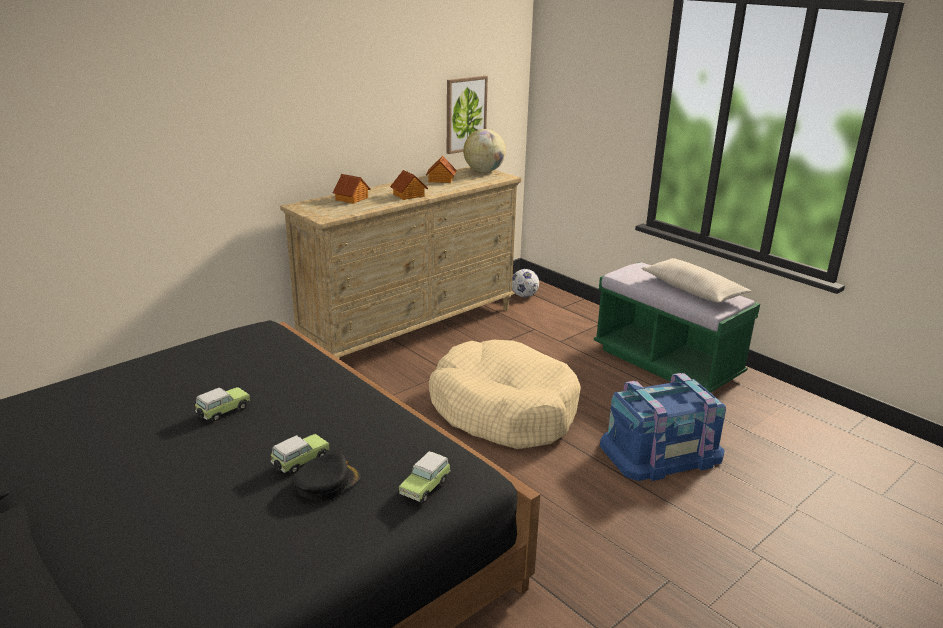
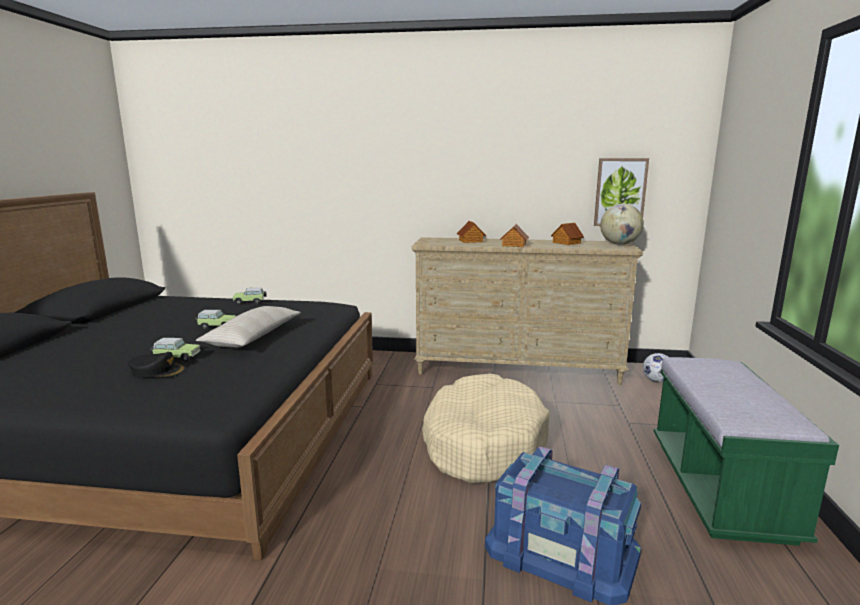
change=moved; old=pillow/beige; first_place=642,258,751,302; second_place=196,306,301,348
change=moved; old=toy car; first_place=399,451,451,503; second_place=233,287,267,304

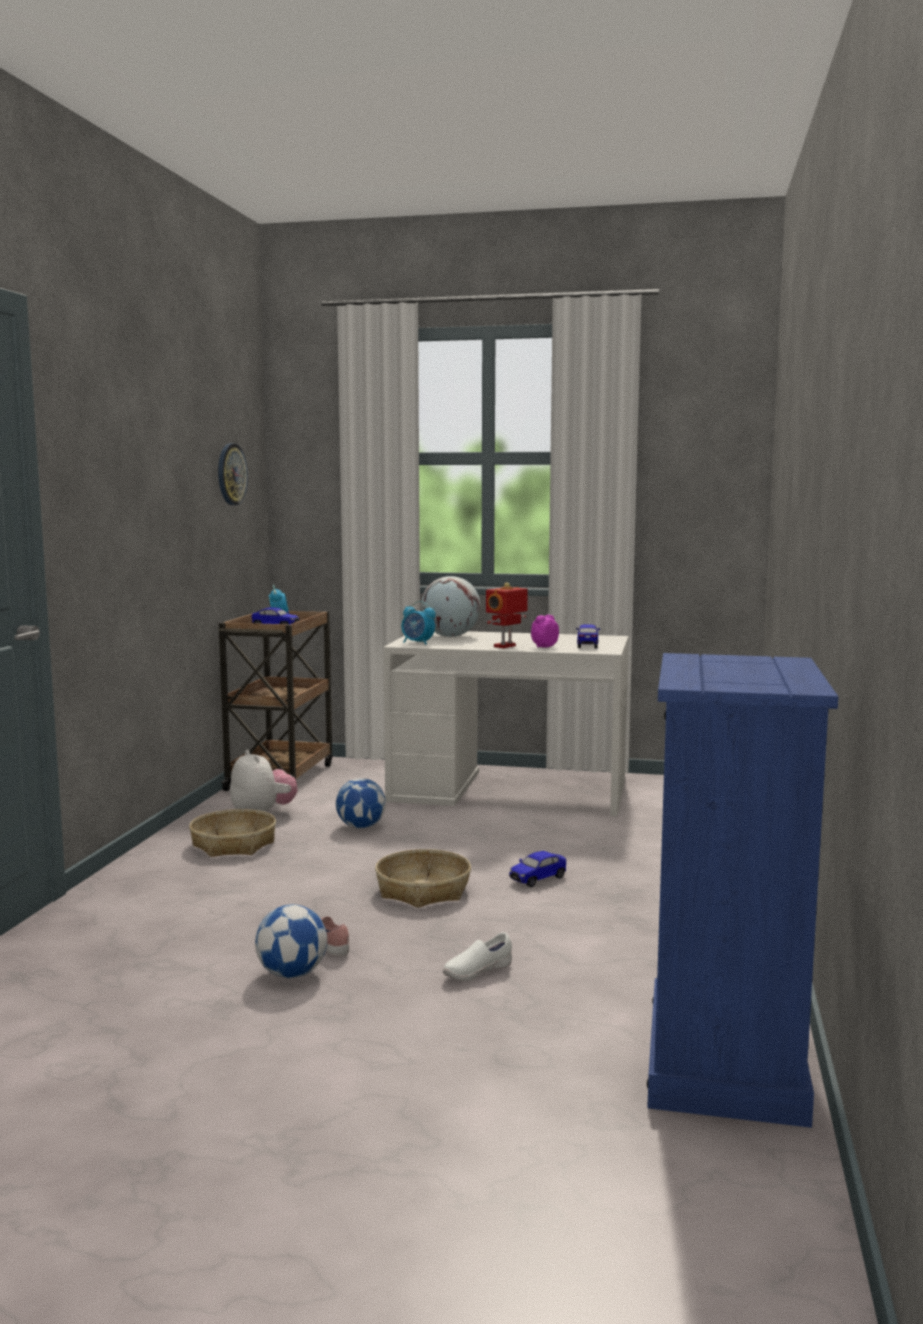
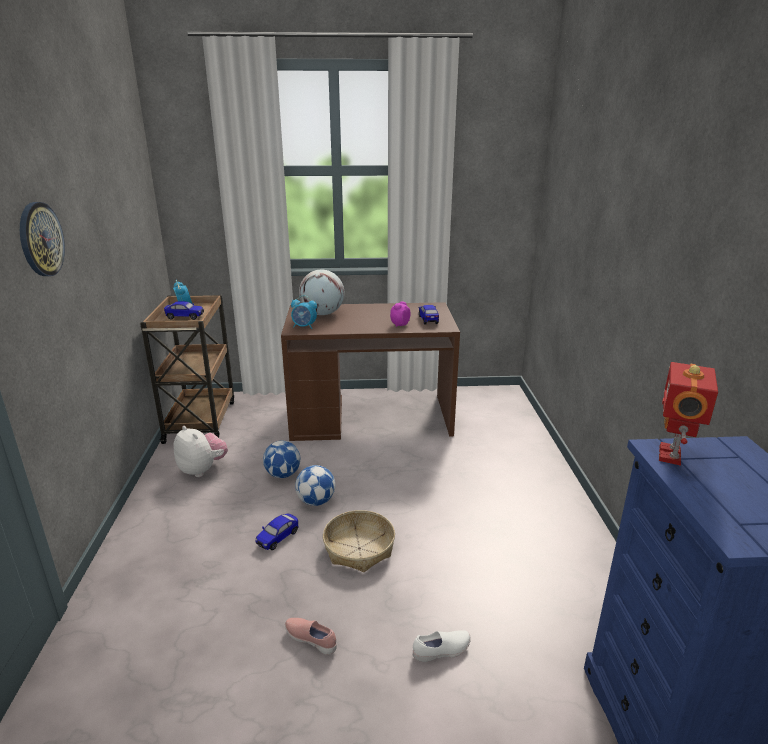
change=moved; old=wall clock; first_place=218,443,248,505; second_place=20,202,65,276
change=moved; old=toy car; first_place=509,851,566,887; second_place=255,514,298,550
change=recoloured; old=desk/white; new=desk/brown; first_place=383,631,629,816; second_place=281,302,460,441
change=moved; old=football; first_place=255,904,327,978; second_place=295,465,335,506
change=turned; old=shoe/white; first_place=443,932,512,981; second_place=413,630,471,662; degrees=-150
change=moved; old=toy robot; first_place=486,582,528,648; second_place=659,362,718,466
change=removed; old=basket; first_place=189,809,276,857

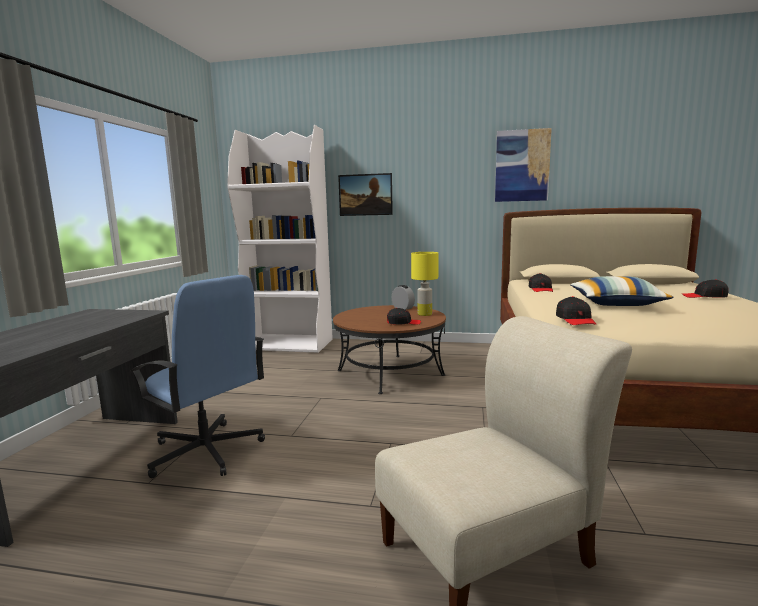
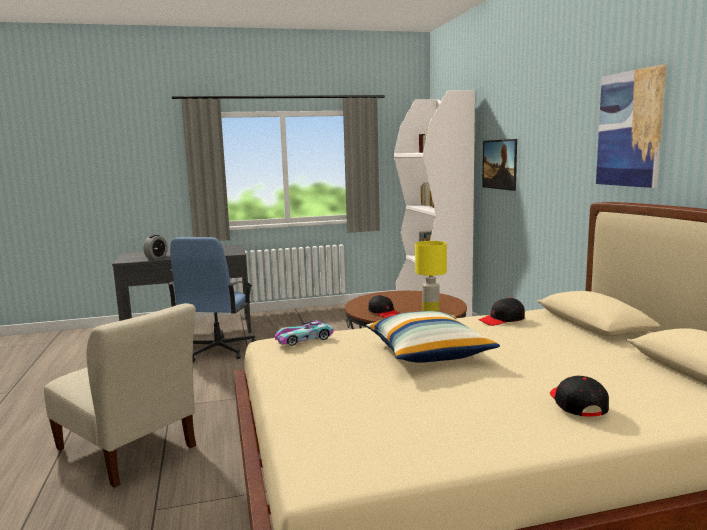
change=moved; old=alarm clock; first_place=392,285,415,310; second_place=143,235,167,259
change=replaced; old=cap/black; new=toy car; first_place=556,296,596,325; second_place=275,320,333,346

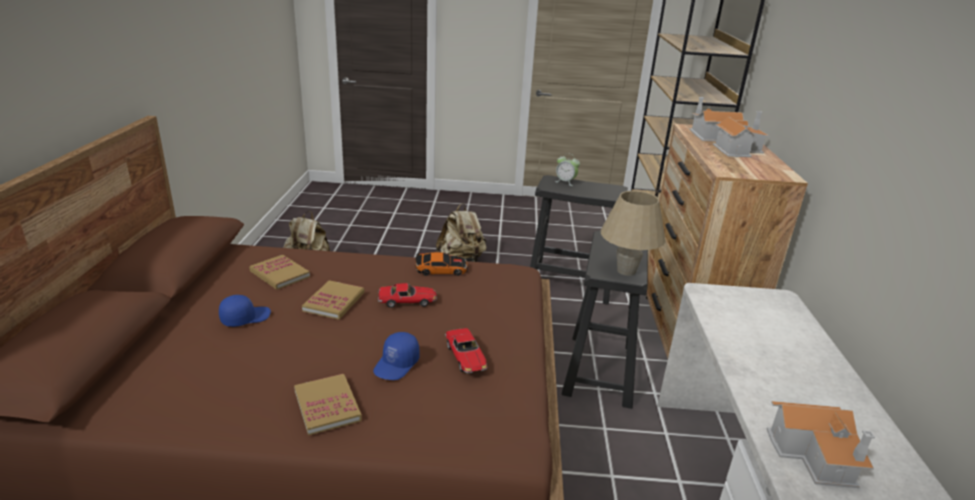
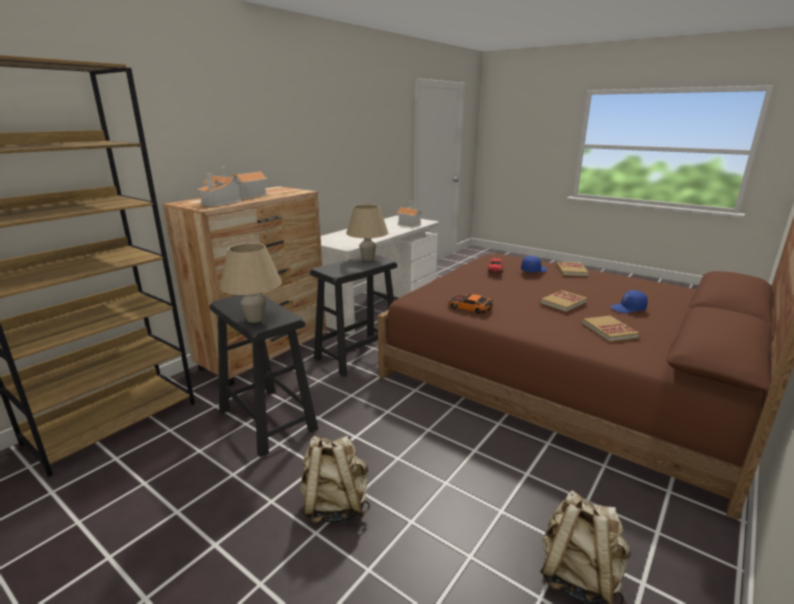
change=replaced; old=alarm clock; new=table lamp/beige; first_place=555,154,580,186; second_place=220,243,282,323
change=removed; old=toy car; first_place=378,283,437,308

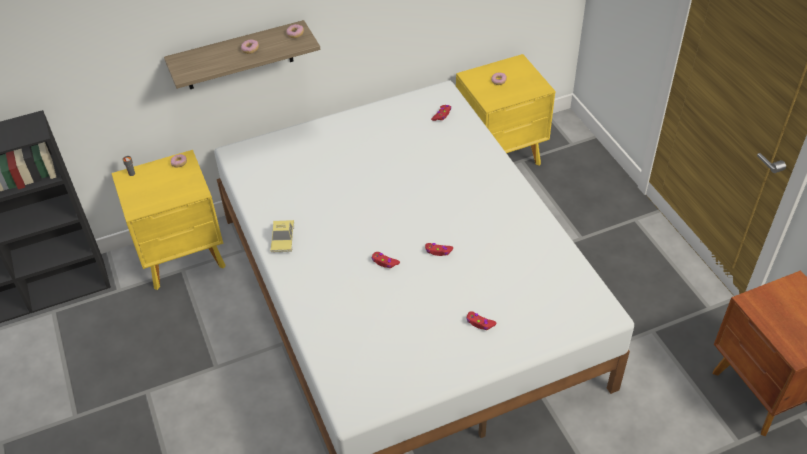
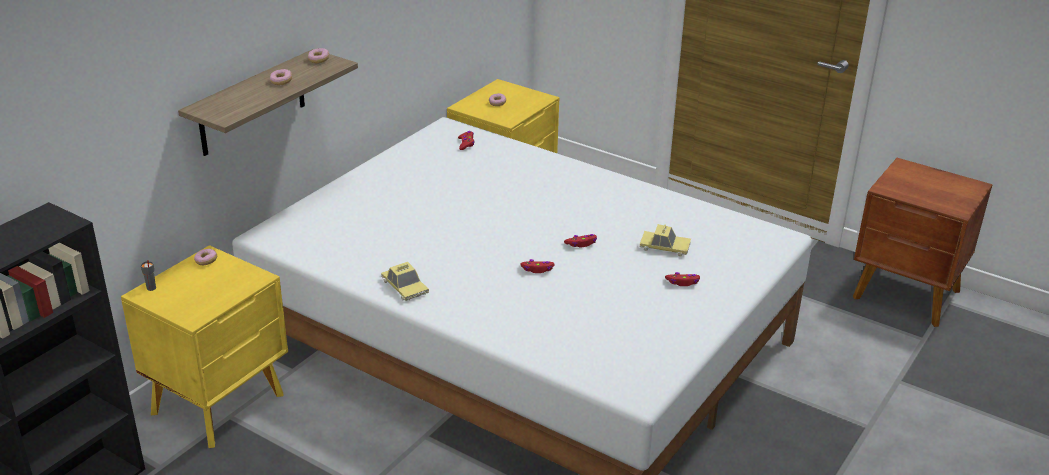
change=added; new=toy car; second_place=639,224,691,257

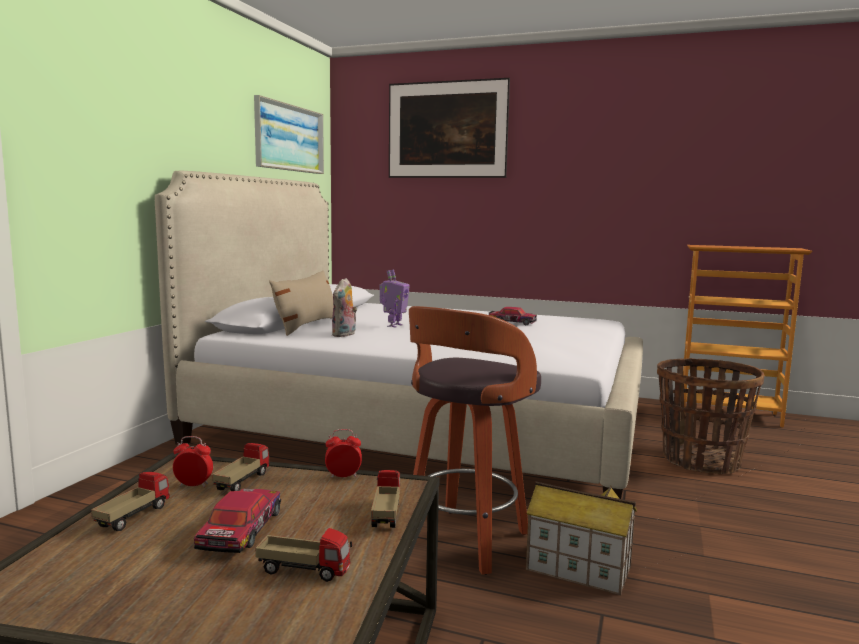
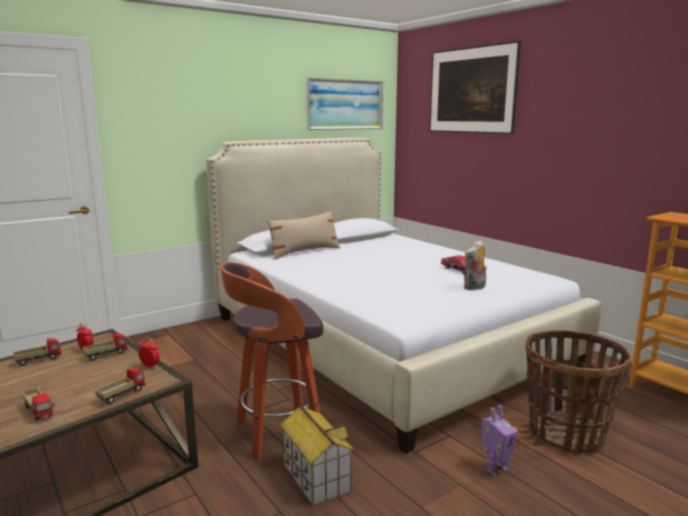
change=moved; old=plush toy; first_place=331,278,357,337; second_place=464,240,486,290
change=moved; old=toy robot; first_place=380,270,410,328; second_place=481,405,518,476
change=removed; old=toy car; first_place=194,489,281,553

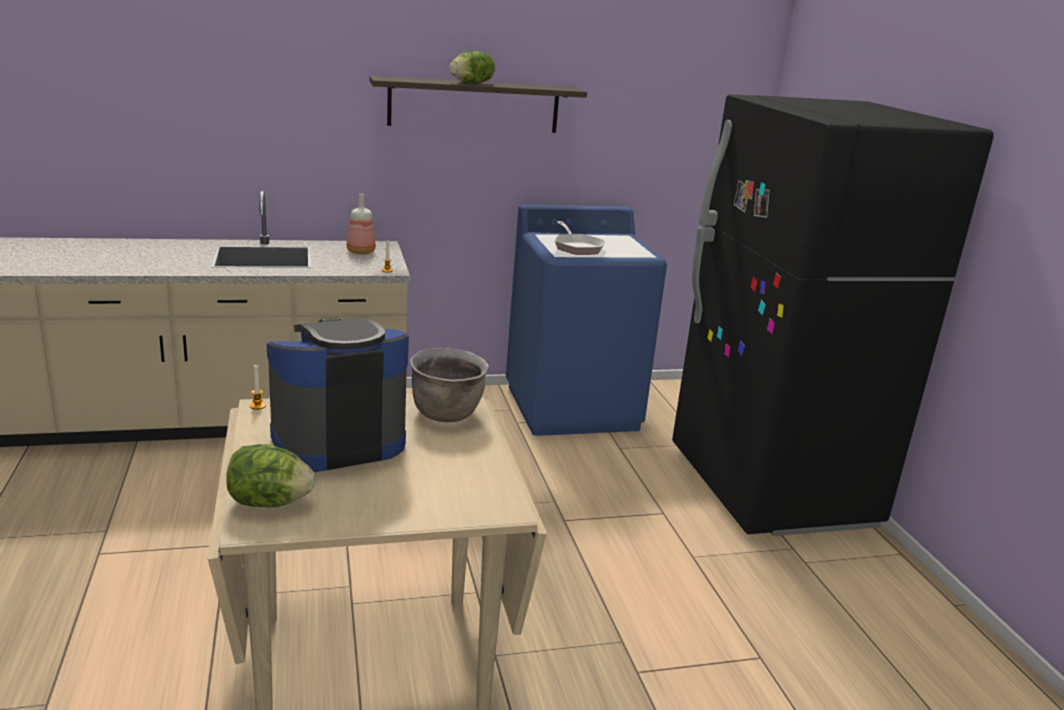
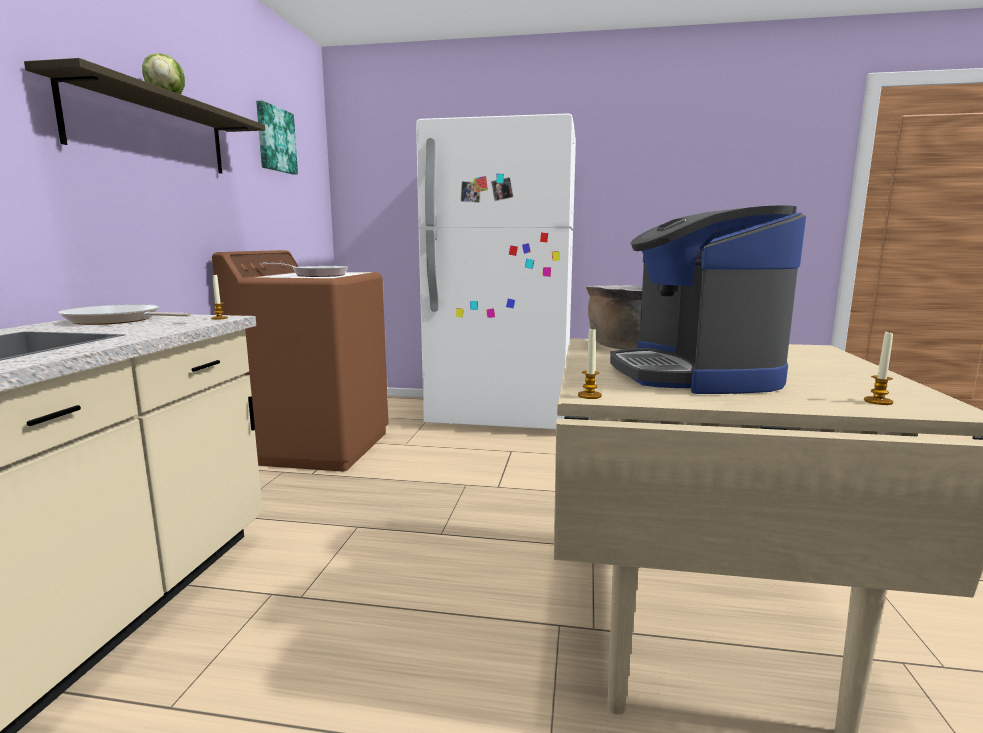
change=replaced; old=bottle; new=frying pan; first_place=347,194,376,254; second_place=58,304,191,325
change=recoloured; old=washing machine/blue; new=washing machine/brown; first_place=506,204,667,436; second_place=212,250,389,472
change=added; new=picture; second_place=256,101,298,175
change=recoloured; old=fridge/black; new=fridge/white; first_place=672,94,993,536; second_place=416,113,576,429
change=replaced; old=lettuce; new=candle; first_place=226,444,315,507; second_place=864,330,893,405

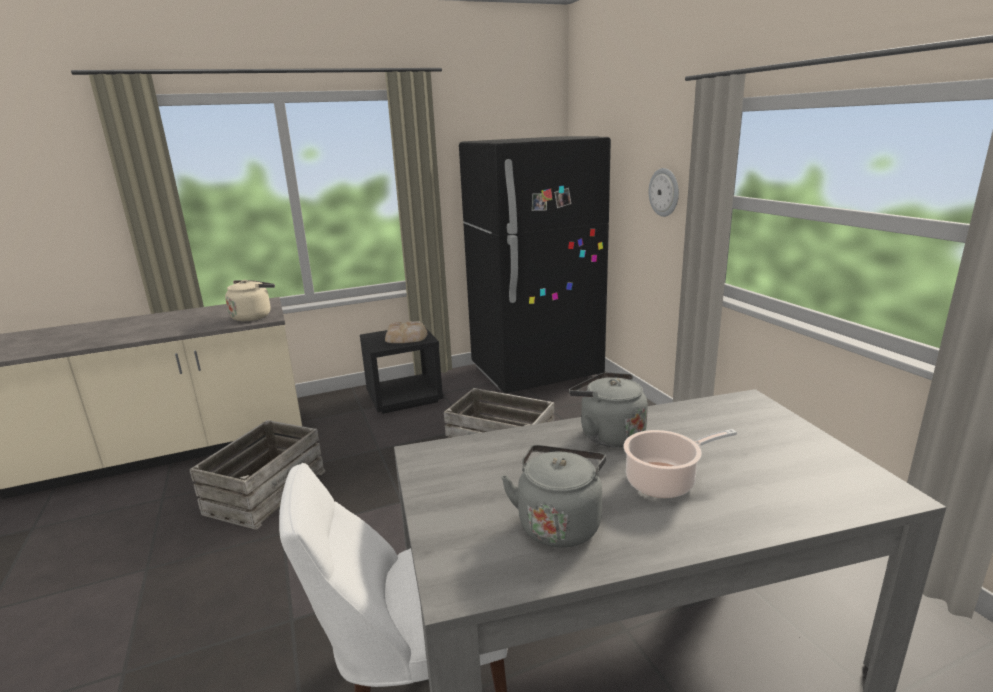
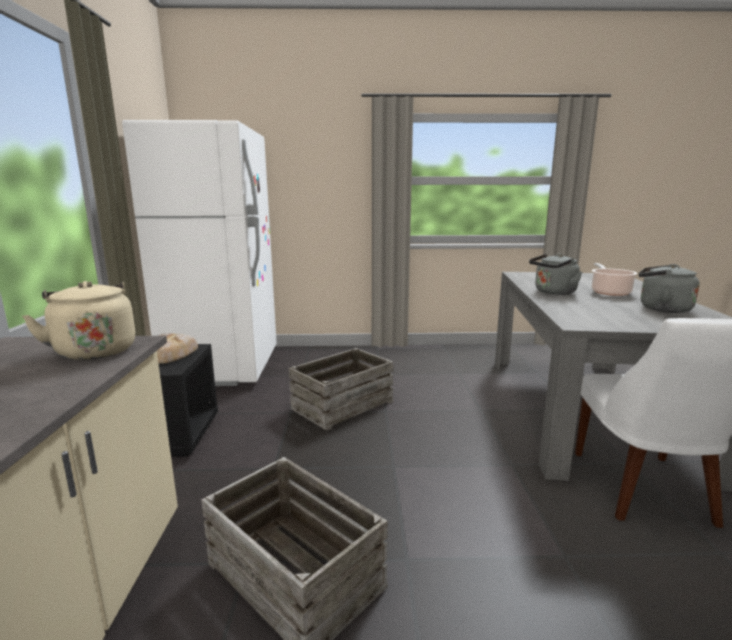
change=recoloured; old=fridge/black; new=fridge/white; first_place=459,136,611,394; second_place=122,120,277,386
change=removed; old=wall clock; first_place=649,168,679,217

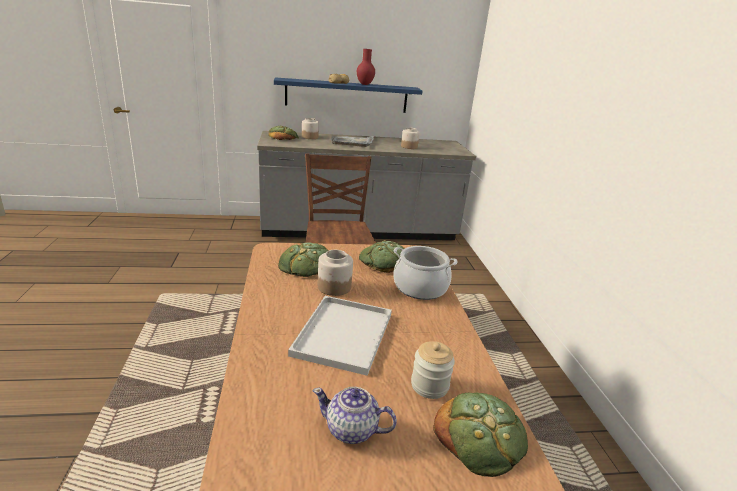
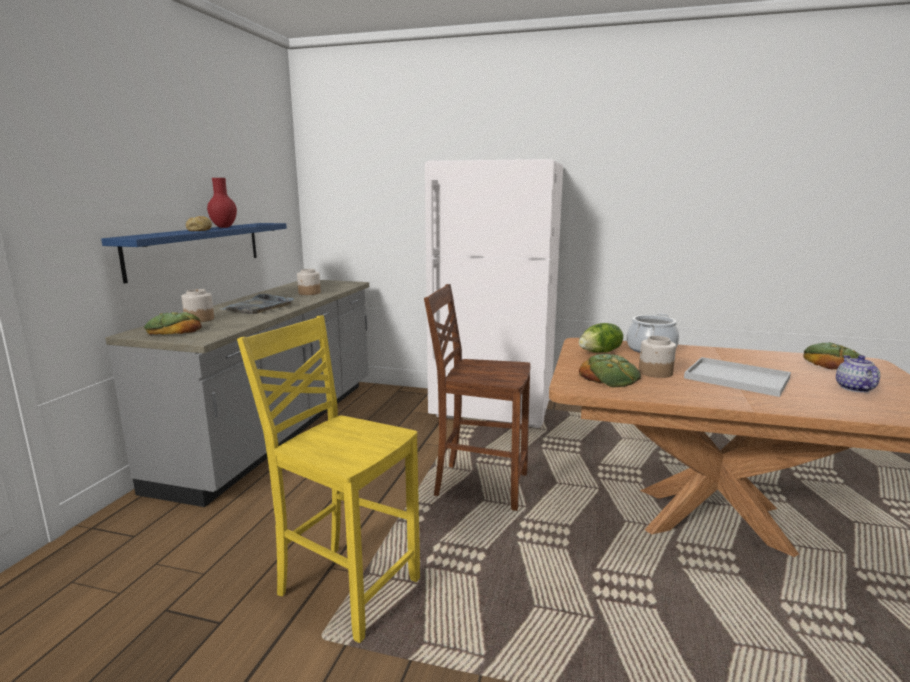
change=added; new=chair/yellow; second_place=237,315,420,643
change=added; new=fridge/white; second_place=425,159,563,428
change=replaced; old=bread; new=lettuce; first_place=359,240,405,273; second_place=579,323,623,353
change=turned; old=teapot; first_place=313,387,397,444; second_place=836,355,880,393; degrees=150
change=removed; old=jar; first_place=411,341,455,399

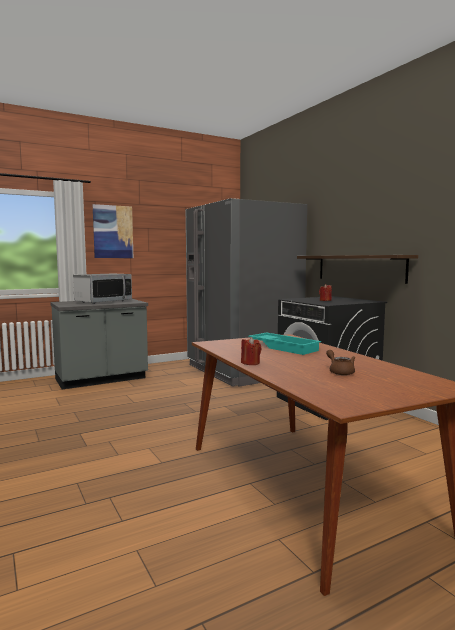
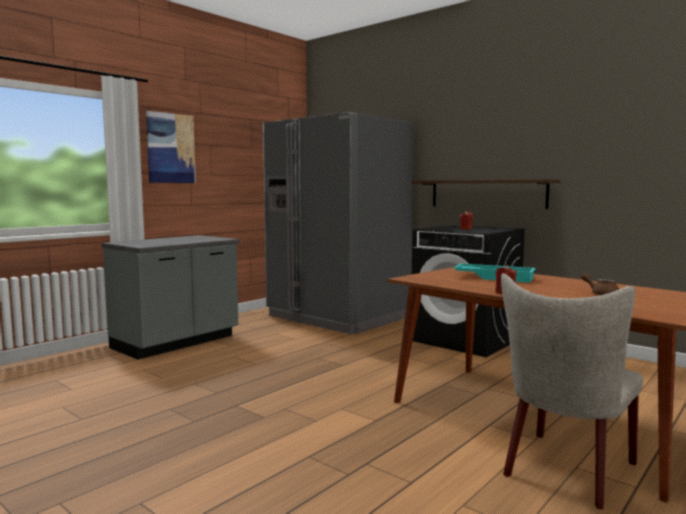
change=added; new=chair/beige; second_place=501,273,643,509
change=removed; old=microwave; first_place=73,274,132,304

